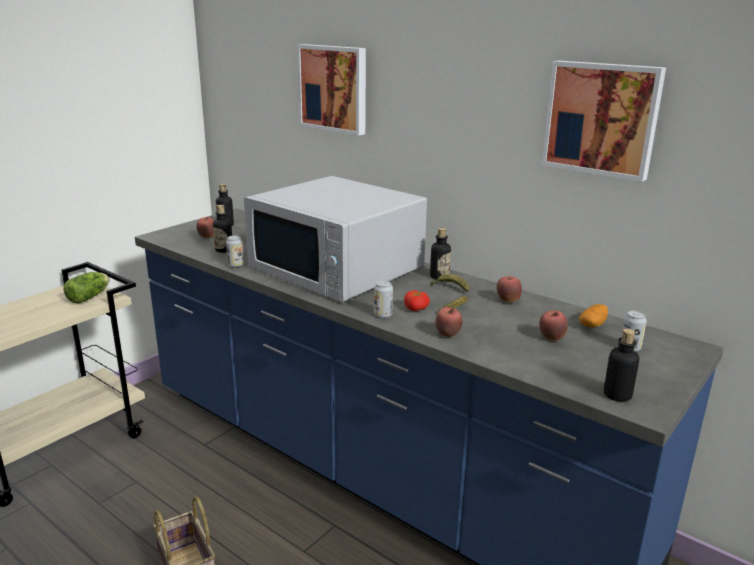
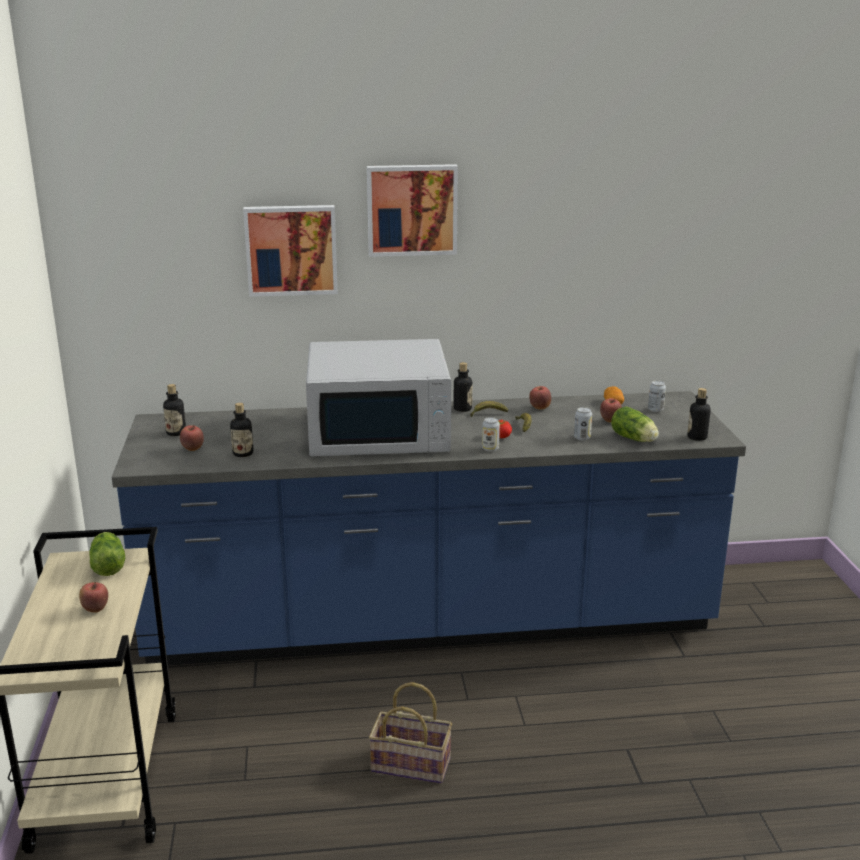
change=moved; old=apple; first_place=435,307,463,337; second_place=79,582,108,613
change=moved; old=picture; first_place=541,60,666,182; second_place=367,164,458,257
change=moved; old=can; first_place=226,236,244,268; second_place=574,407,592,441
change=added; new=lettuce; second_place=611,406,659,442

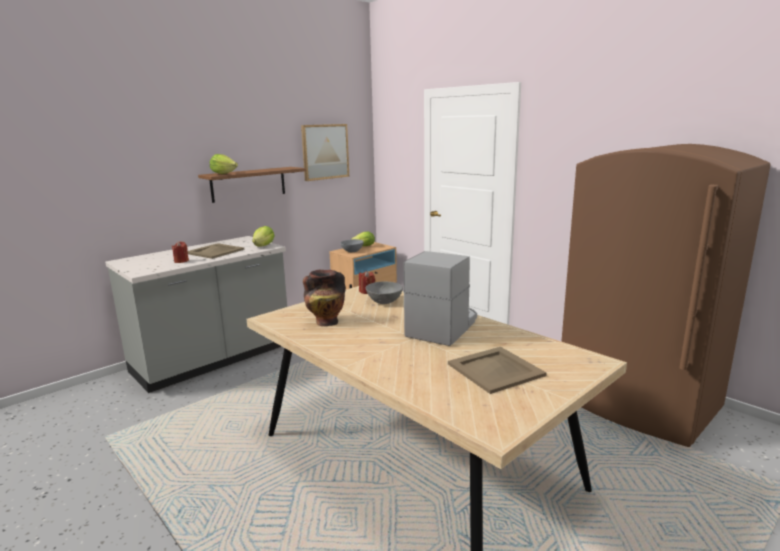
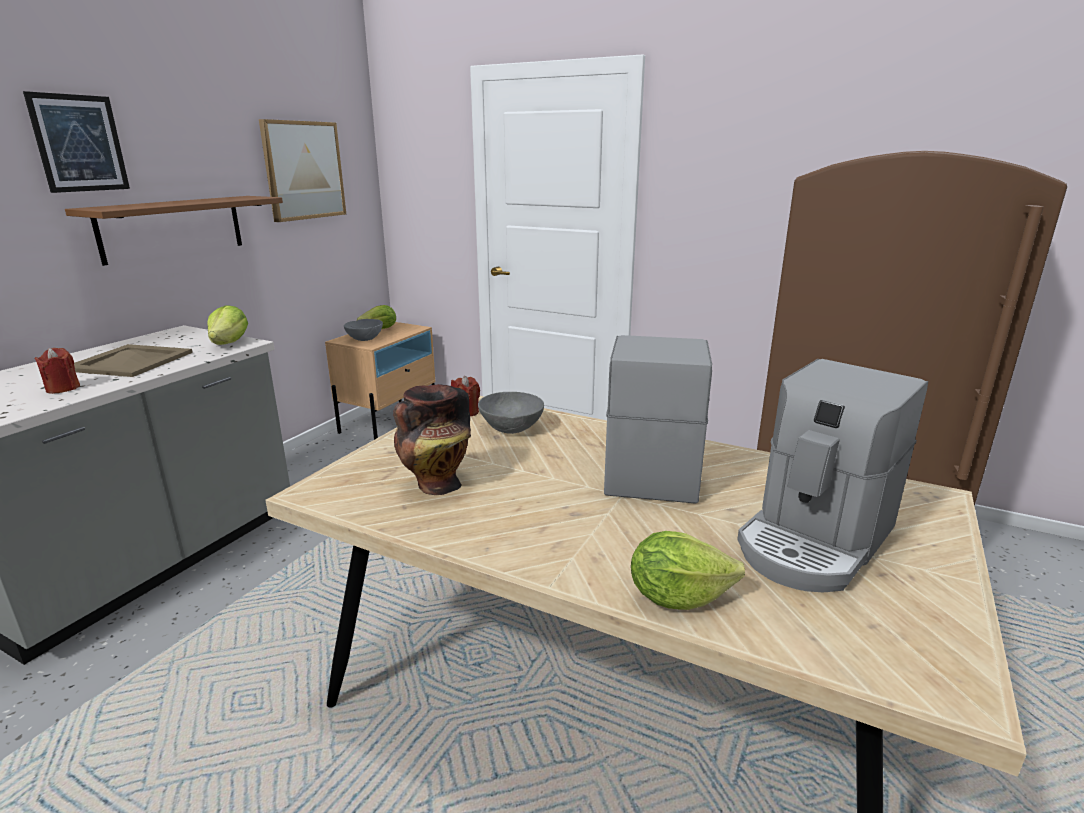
change=added; new=picture; second_place=23,91,130,193
change=moved; old=lettuce; first_place=210,154,238,174; second_place=631,531,745,610
change=replaced; old=tray/beige; new=coffee machine; first_place=448,347,547,394; second_place=737,359,928,592

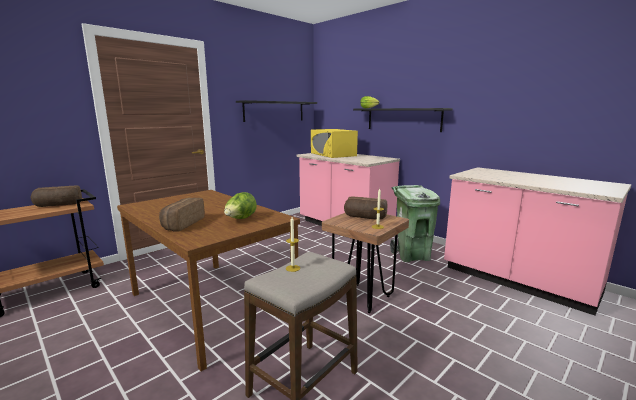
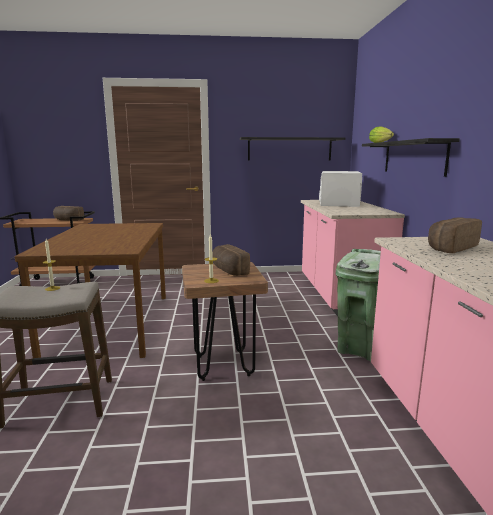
change=recoloured; old=microwave/yellow; new=microwave/white; first_place=311,129,358,158; second_place=319,171,362,207
change=moved; old=bread; first_place=159,198,205,232; second_place=428,217,482,253
change=removed; old=lettuce; first_place=224,192,257,219

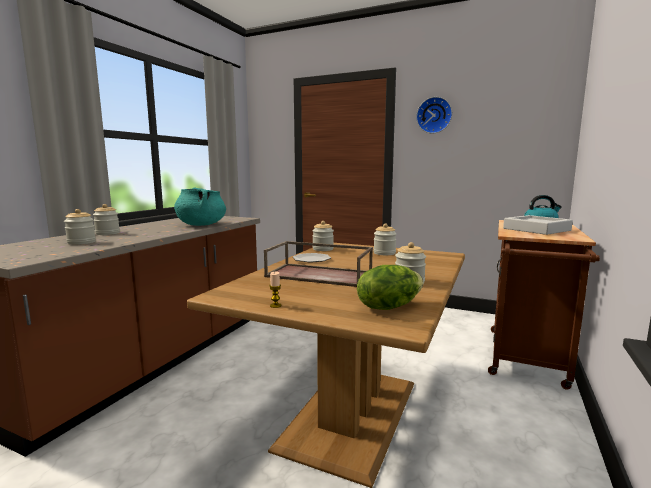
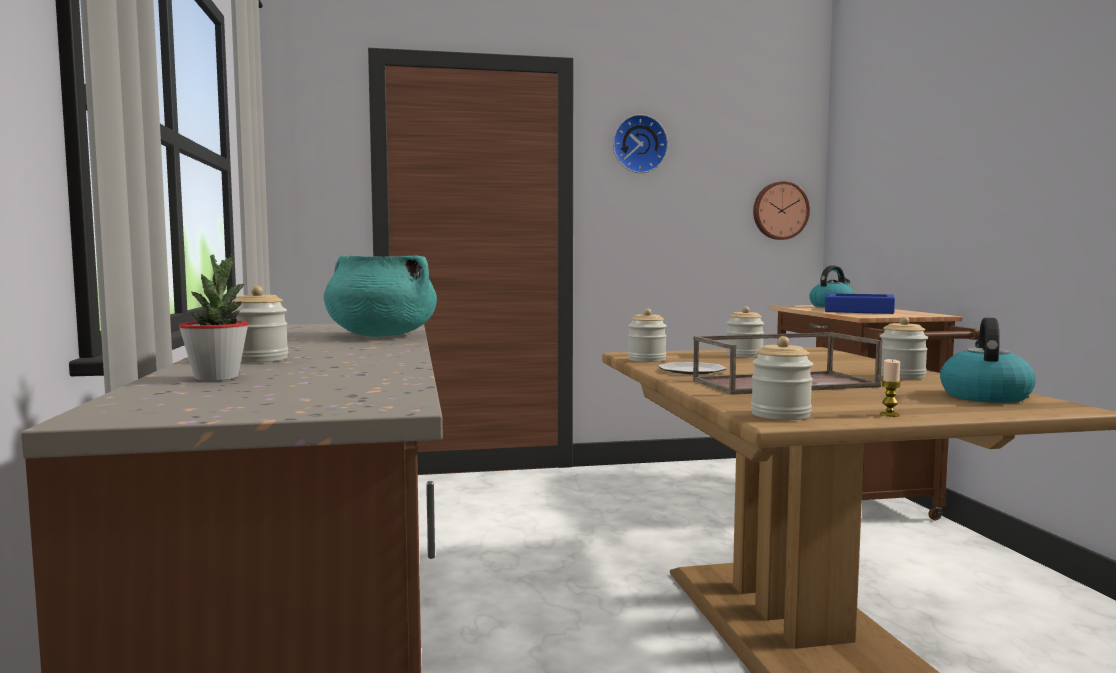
change=added; new=potted plant; second_place=179,254,249,381
change=moved; old=jar; first_place=64,209,96,245; second_place=751,336,813,420
change=added; new=wall clock; second_place=753,181,810,240
change=recoloured; old=tray/grey; new=tray/blue; first_place=503,215,573,235; second_place=825,293,895,314
change=replaced; old=lettuce; new=kettle; first_place=357,265,423,310; second_place=940,318,1036,403

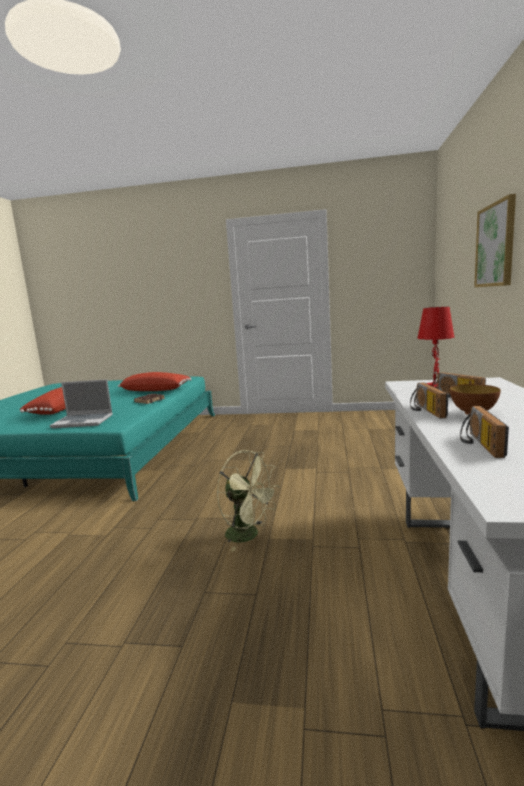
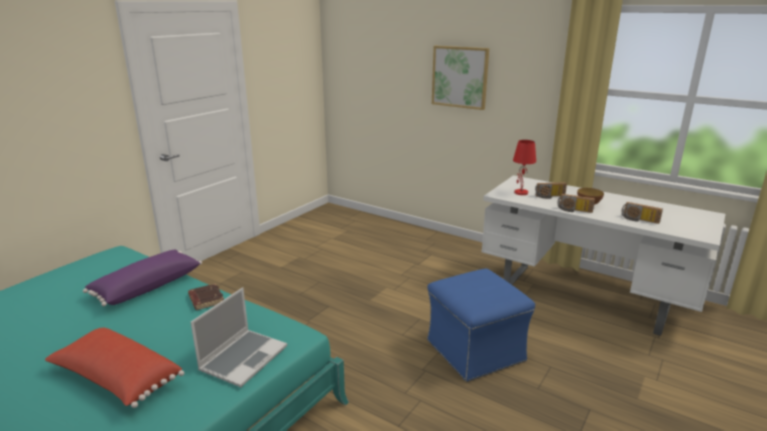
change=recoloured; old=pillow/red; new=pillow/purple; first_place=118,372,192,391; second_place=83,250,202,306
change=replaced; old=fan/green; new=ottoman/blue; first_place=217,450,280,552; second_place=427,269,535,382

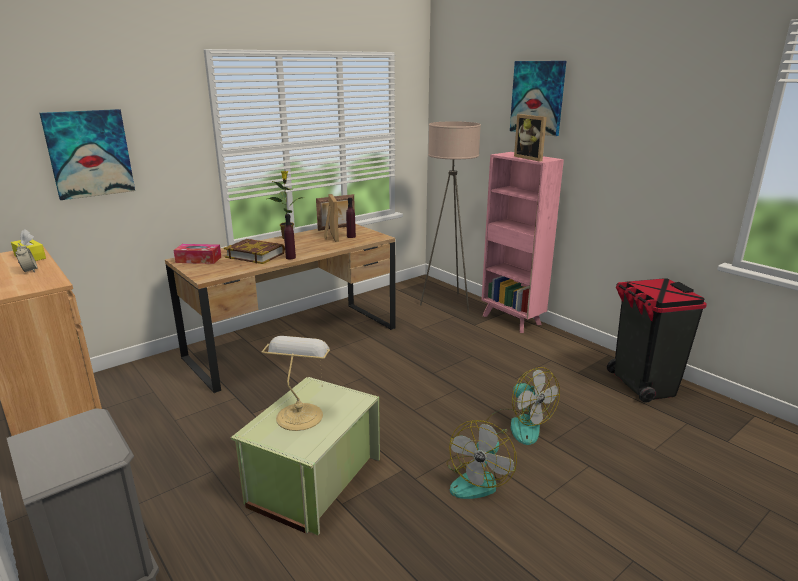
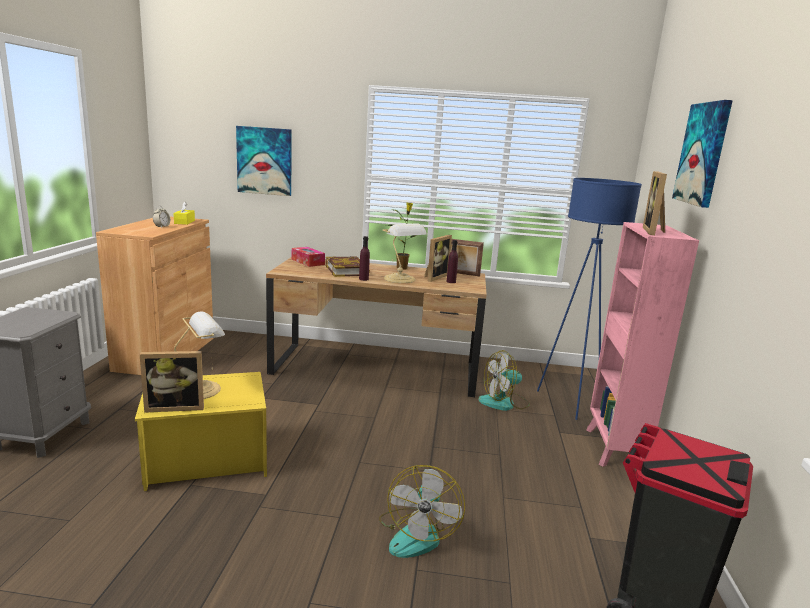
change=recoloured; old=storage box/green; new=storage box/yellow; first_place=231,377,380,535; second_place=135,372,267,491
change=added; new=picture frame; second_place=140,351,204,413
change=added; new=table lamp; second_place=382,223,427,283
change=moved; old=fan; first_place=446,420,517,499; second_place=478,350,530,411
change=recoloured; old=floor lamp/beige; new=floor lamp/blue; first_place=420,121,481,313; second_place=537,178,642,420

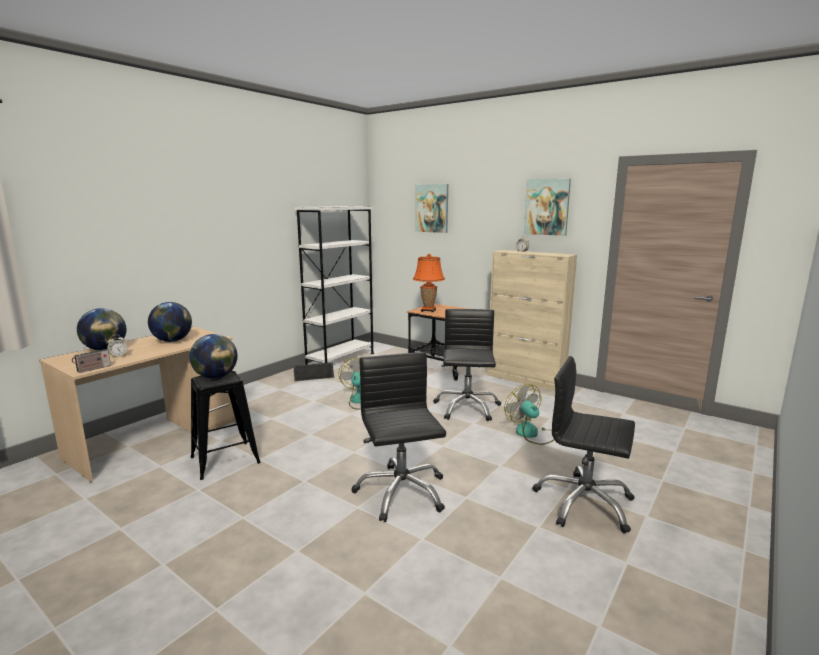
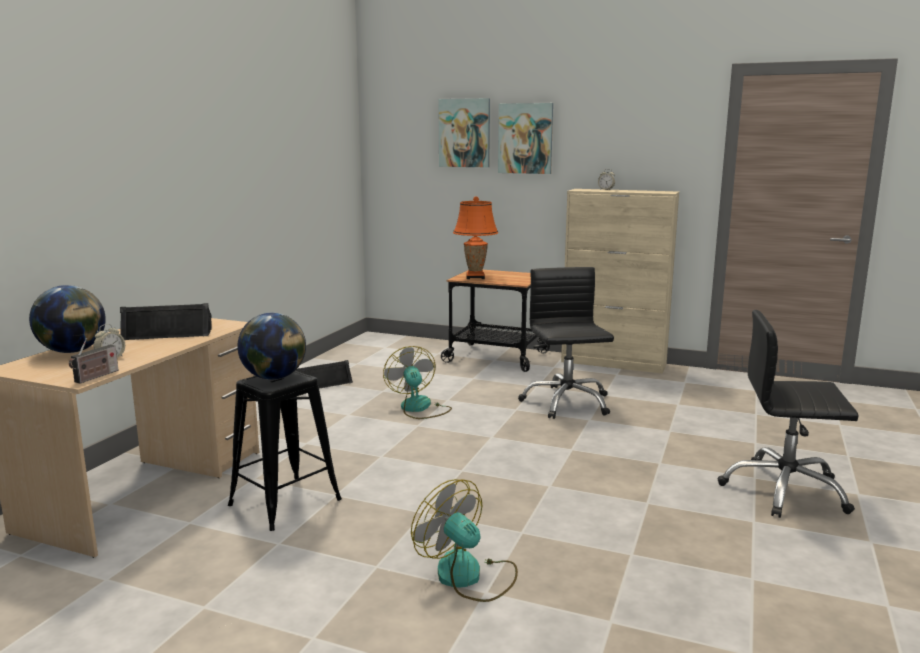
change=replaced; old=globe; new=speaker/black; first_place=148,302,192,342; second_place=120,303,212,340
change=moved; old=fan; first_place=504,384,554,445; second_place=411,479,518,602
change=moved; old=picture; first_place=524,178,571,236; second_place=498,103,553,174
change=removed; old=bookcase/white; first_place=294,206,374,365
change=removed; old=office chair/black; first_place=352,352,446,522

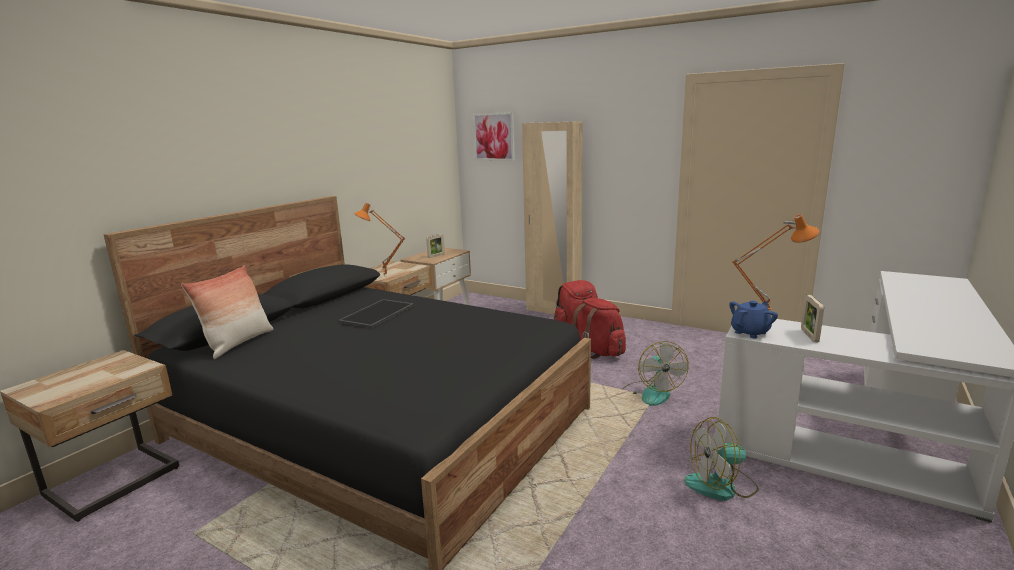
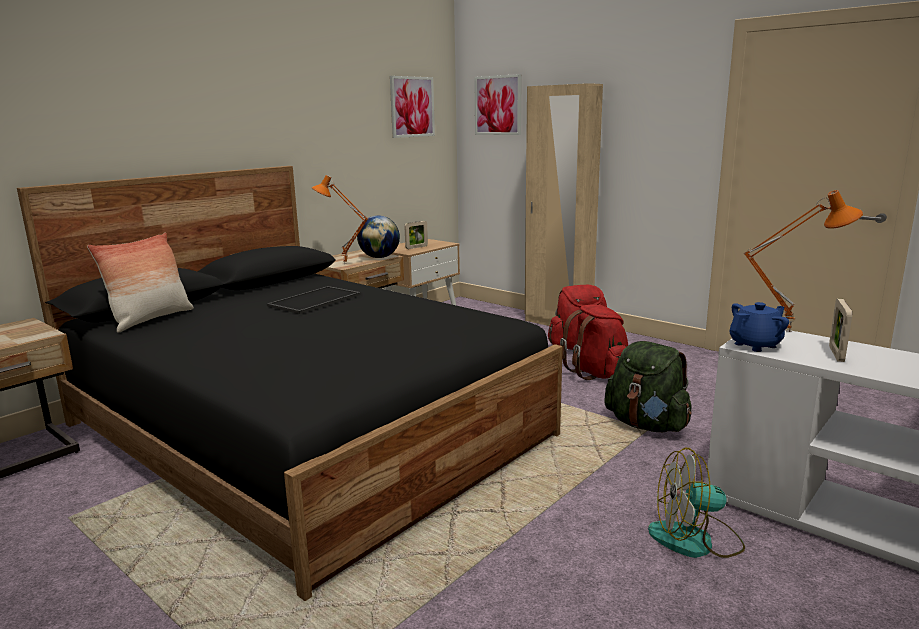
change=added; new=globe; second_place=357,215,400,258
change=added; new=picture; second_place=390,76,435,138
change=replaced; old=fan; new=backpack/green; first_place=622,341,689,406; second_place=604,341,692,432

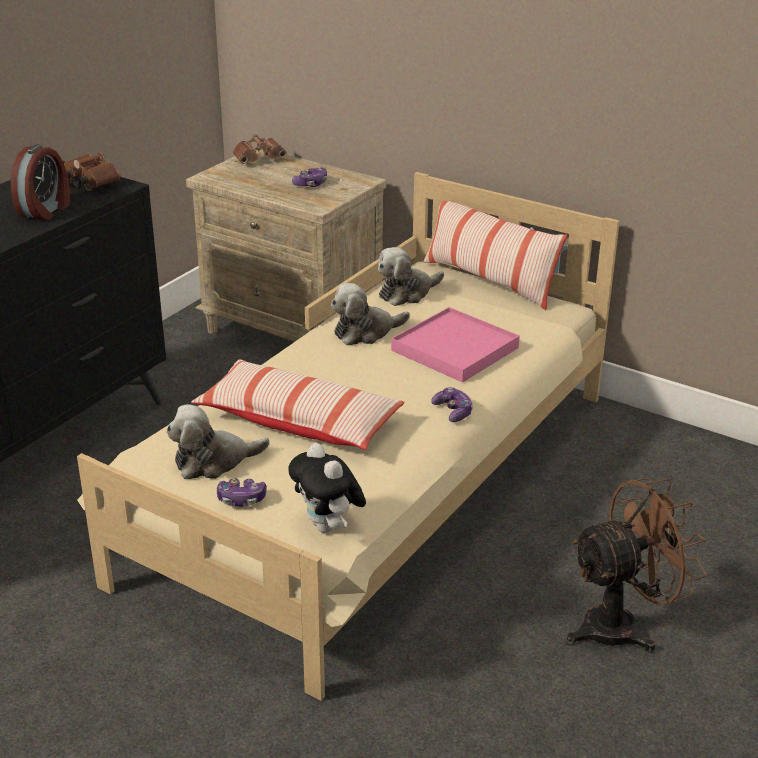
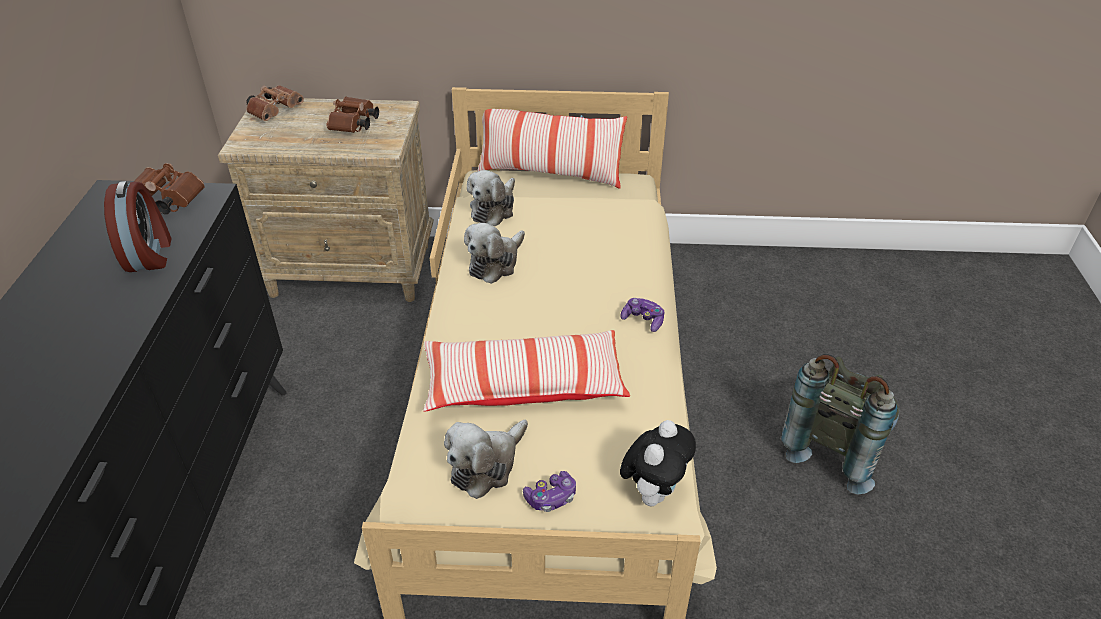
change=replaced; old=game controller; new=binoculars/brown; first_place=292,166,327,187; second_place=327,96,379,133
change=turned; old=plush toy; first_place=288,443,366,533; second_place=620,420,696,507; degrees=-90
change=replaced; old=fan/brown; new=backpack/grey; first_place=566,478,707,653; second_place=782,354,899,494
change=removed; old=tray/pink; first_place=391,307,520,383

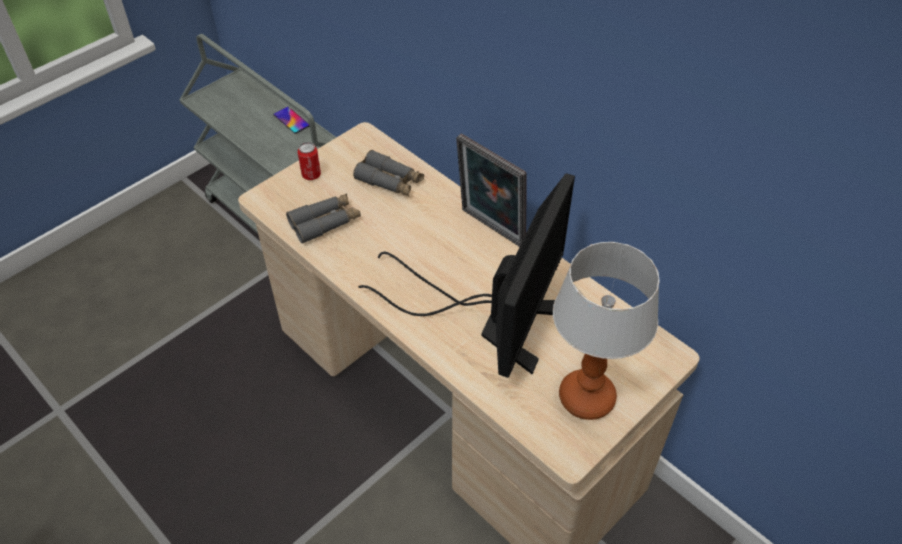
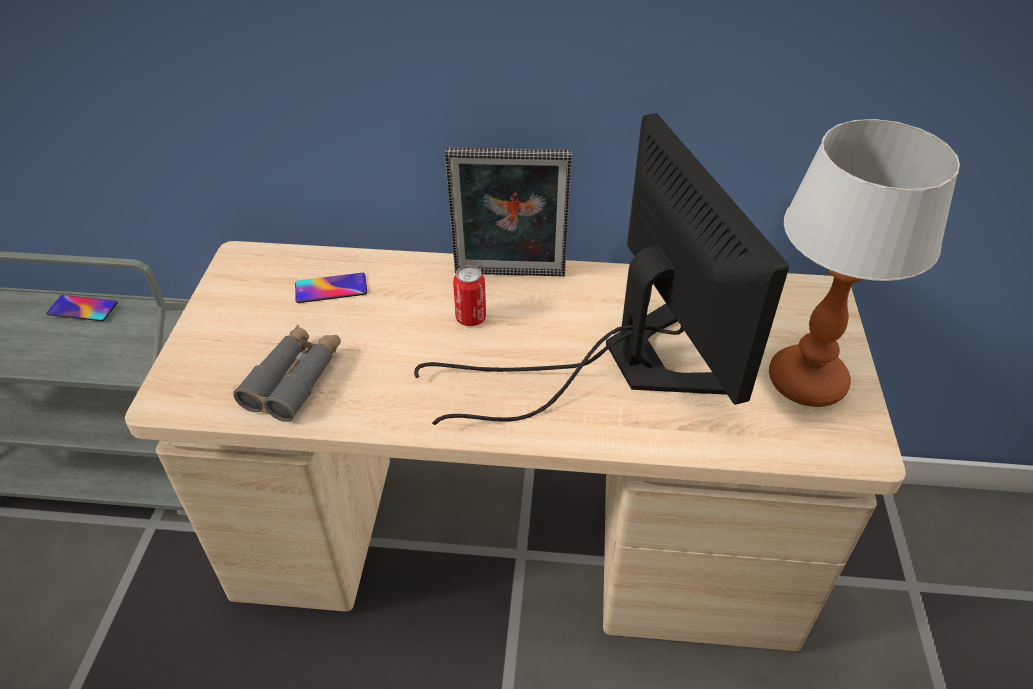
change=replaced; old=binoculars/grey; new=phone; first_place=353,150,424,196; second_place=295,273,367,303
change=moved; old=can; first_place=298,142,321,180; second_place=453,265,486,326

